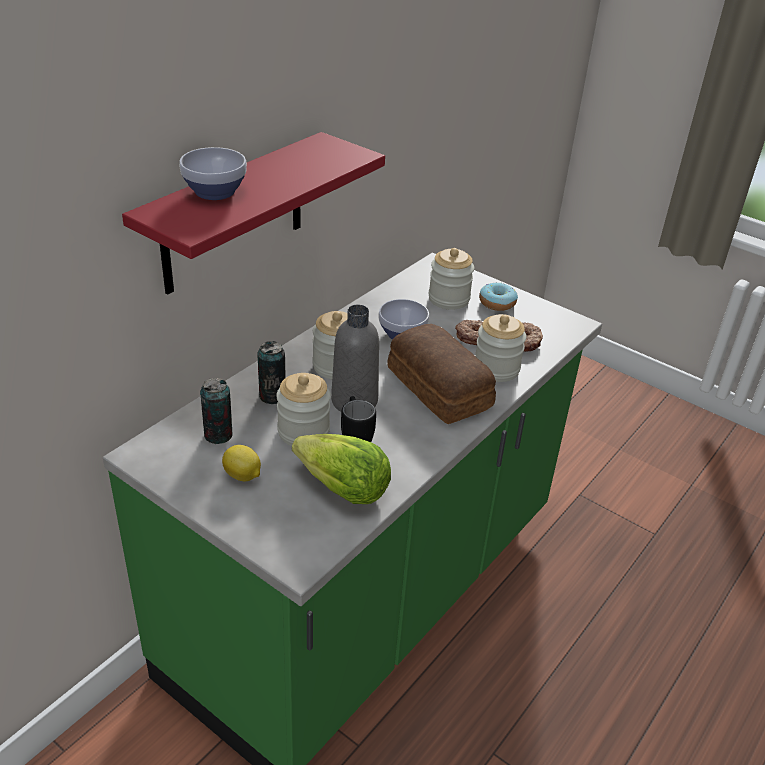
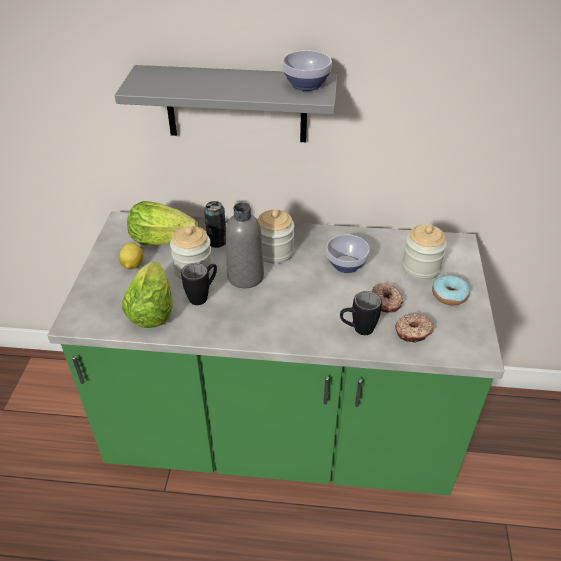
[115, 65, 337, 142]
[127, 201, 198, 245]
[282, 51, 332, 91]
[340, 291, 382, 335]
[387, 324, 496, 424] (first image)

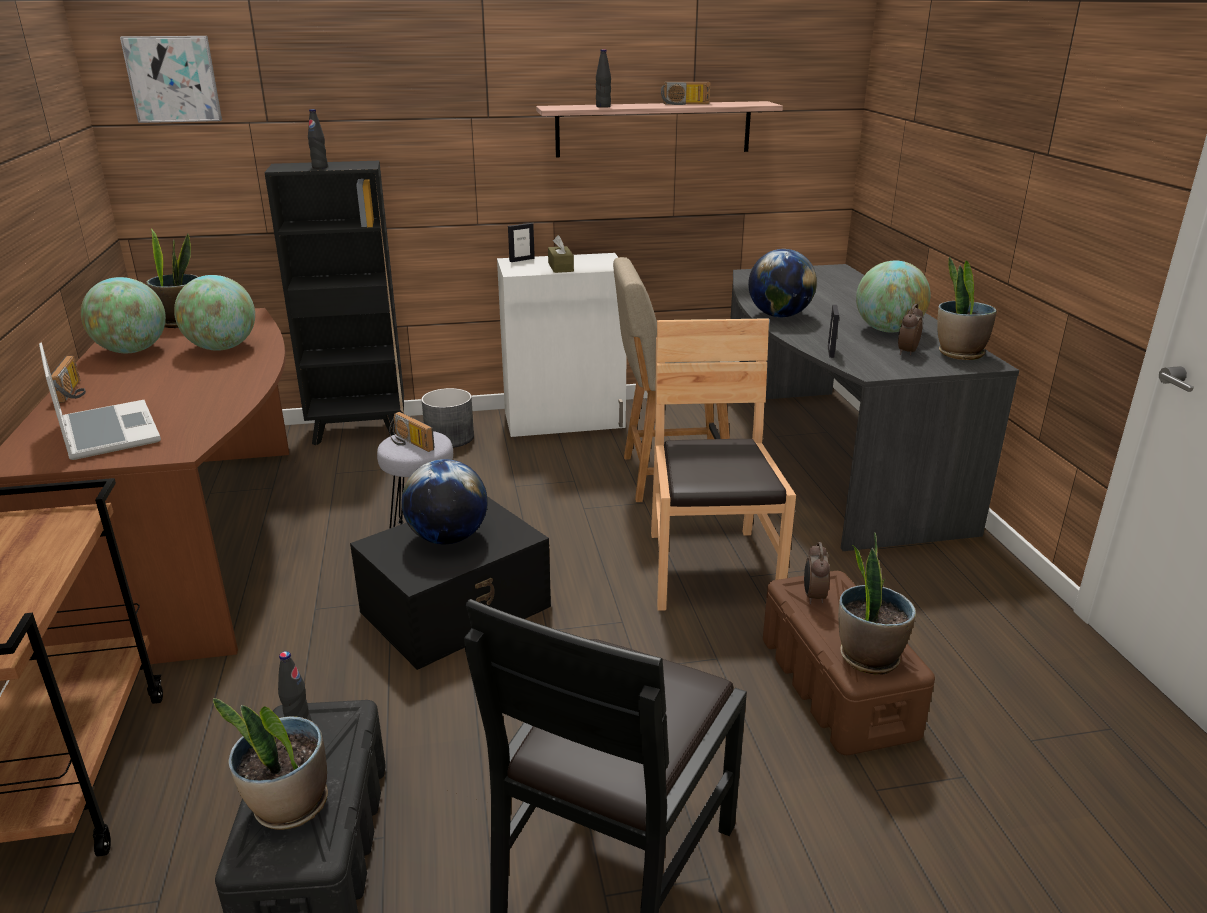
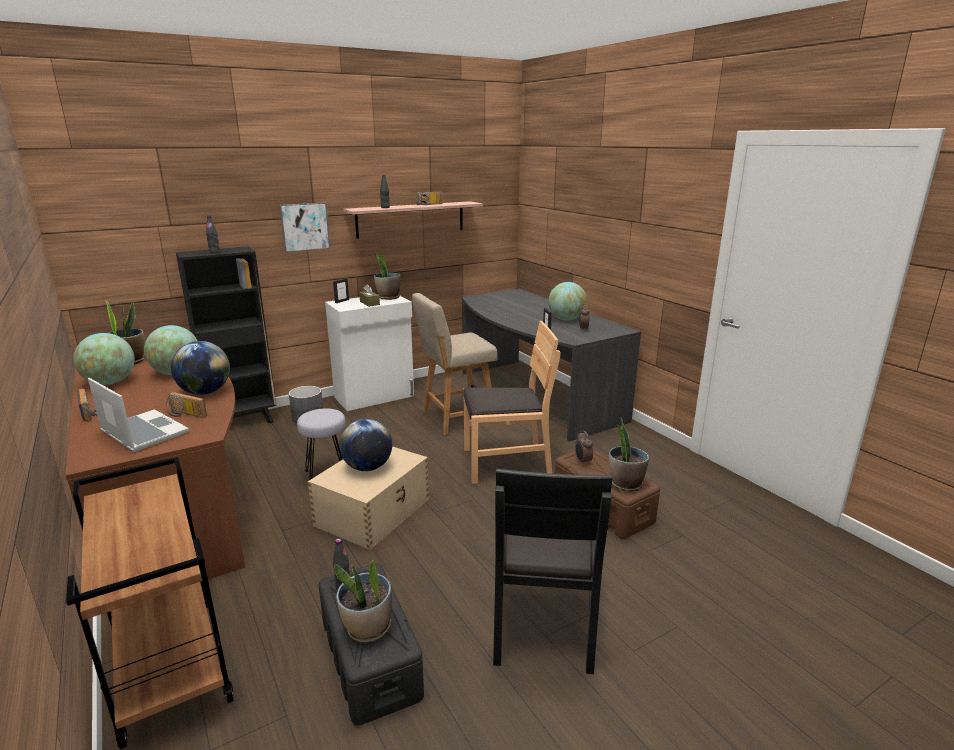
[166, 392, 207, 418]
[171, 341, 230, 395]
[279, 203, 330, 252]
[308, 447, 429, 550]
[374, 252, 401, 300]
[463, 321, 561, 484]

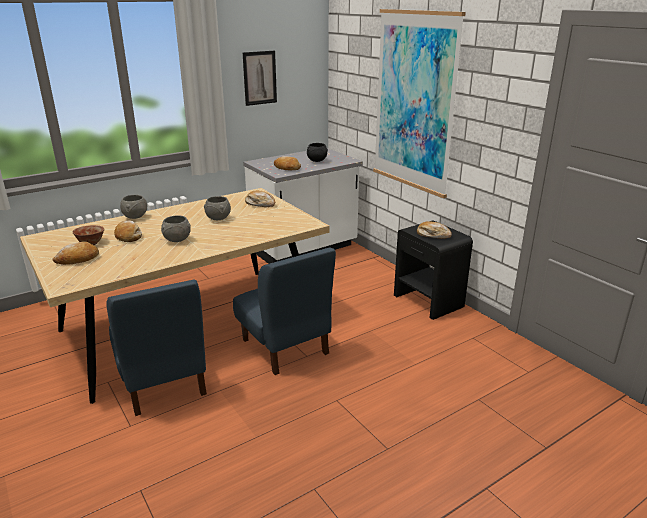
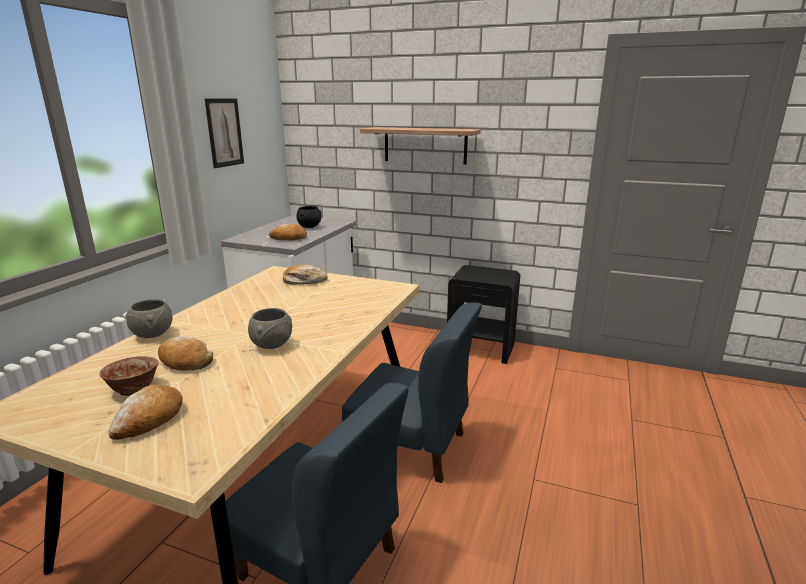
[360, 127, 481, 164]
[204, 196, 231, 220] (first image)
[417, 221, 452, 239] (first image)

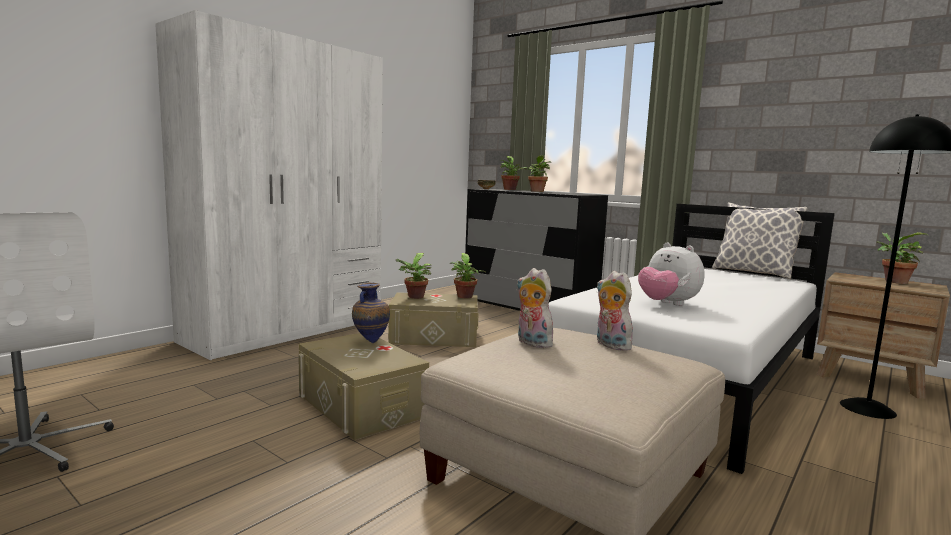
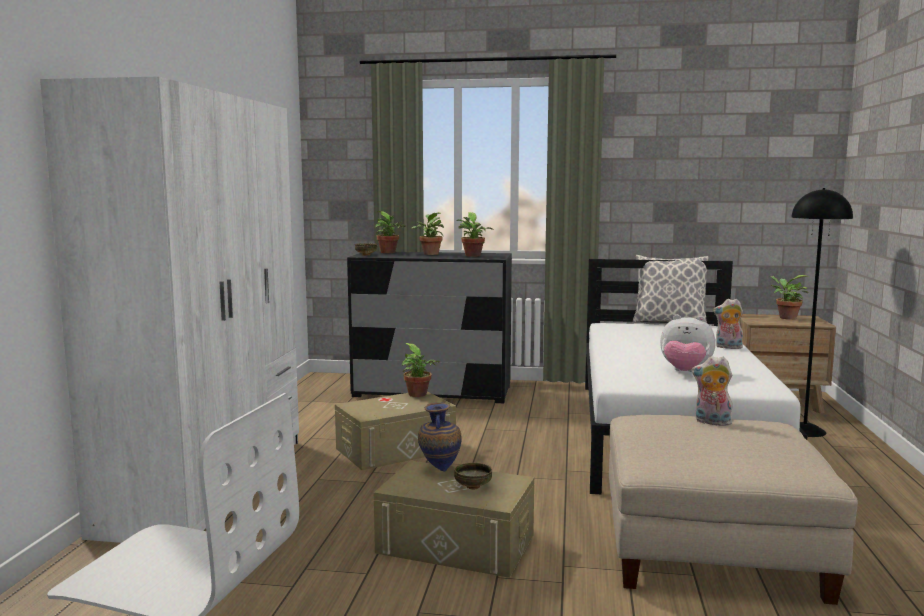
[454, 463, 492, 490]
[456, 212, 493, 257]
[713, 299, 743, 349]

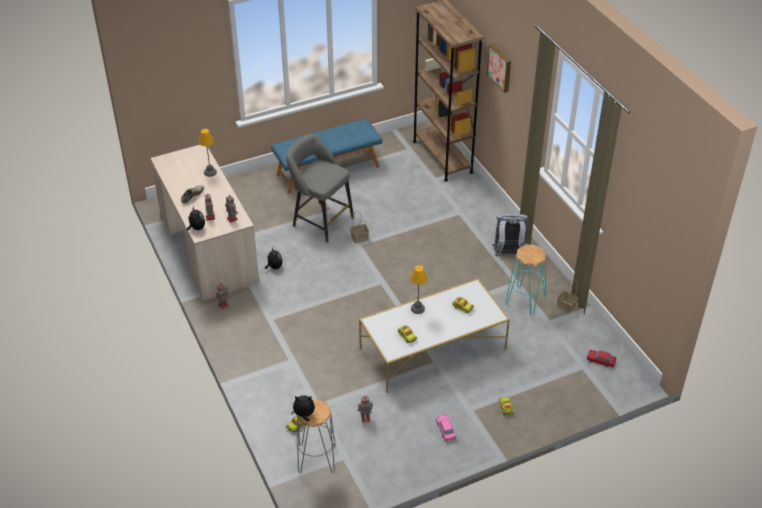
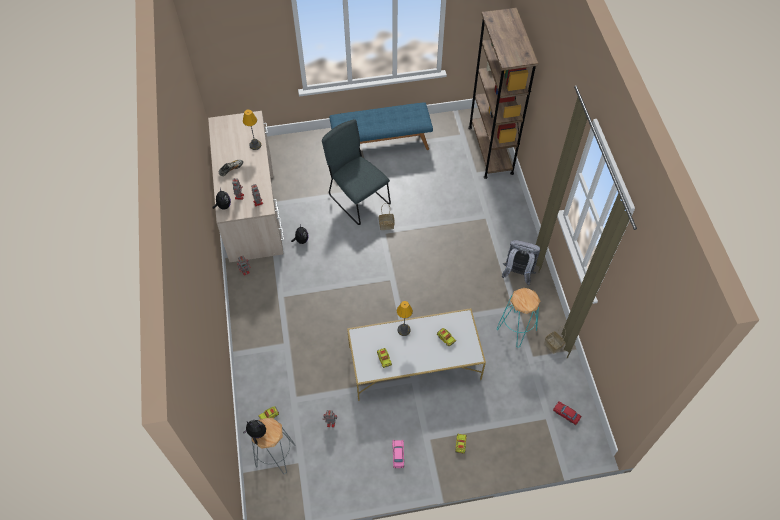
[322, 119, 391, 225]
[487, 43, 511, 93] (first image)

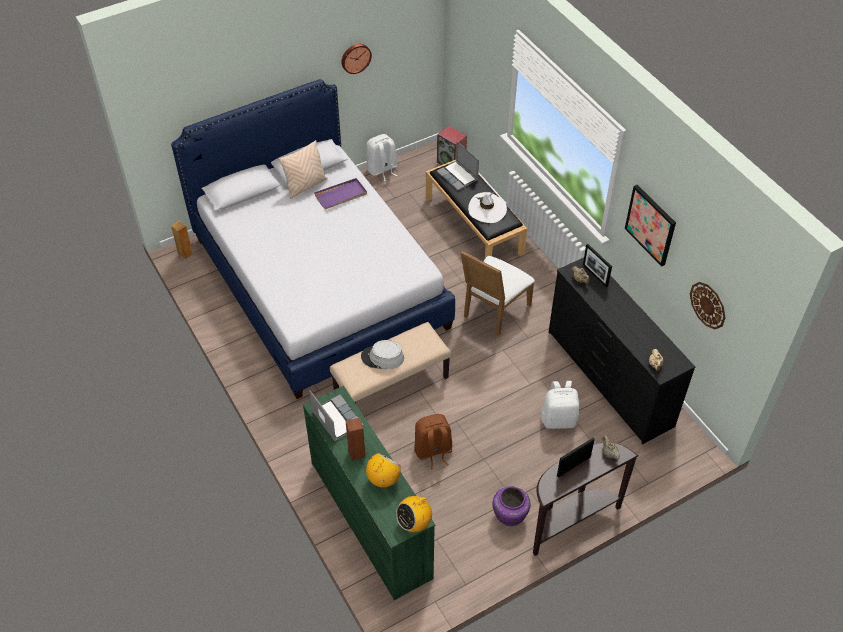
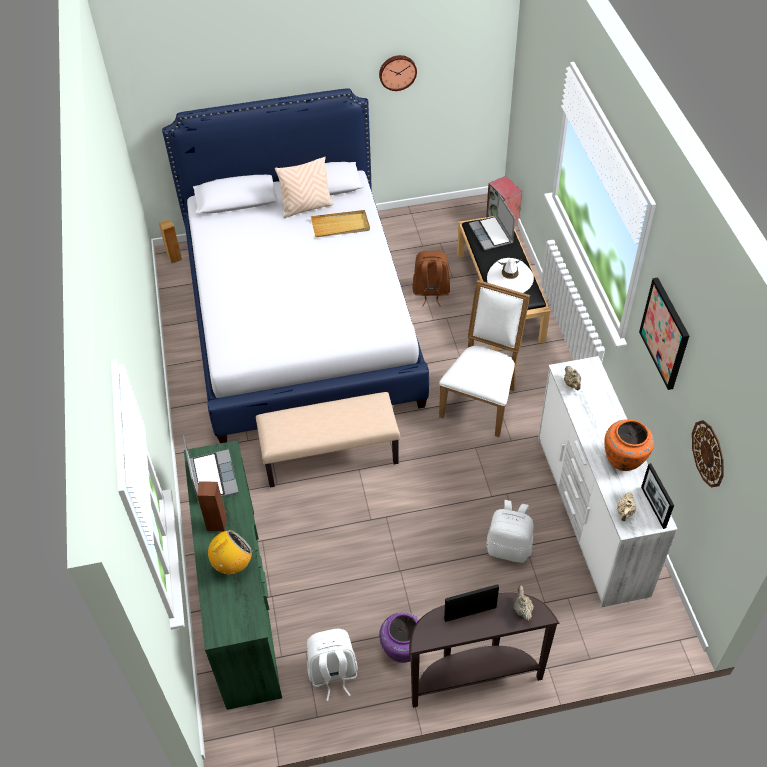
[307, 629, 358, 701]
[311, 210, 370, 237]
[412, 251, 450, 306]
[439, 280, 530, 437]
[538, 356, 677, 607]
[604, 420, 654, 471]
[641, 463, 674, 529]
[361, 340, 404, 369] (first image)
[396, 492, 432, 532] (first image)

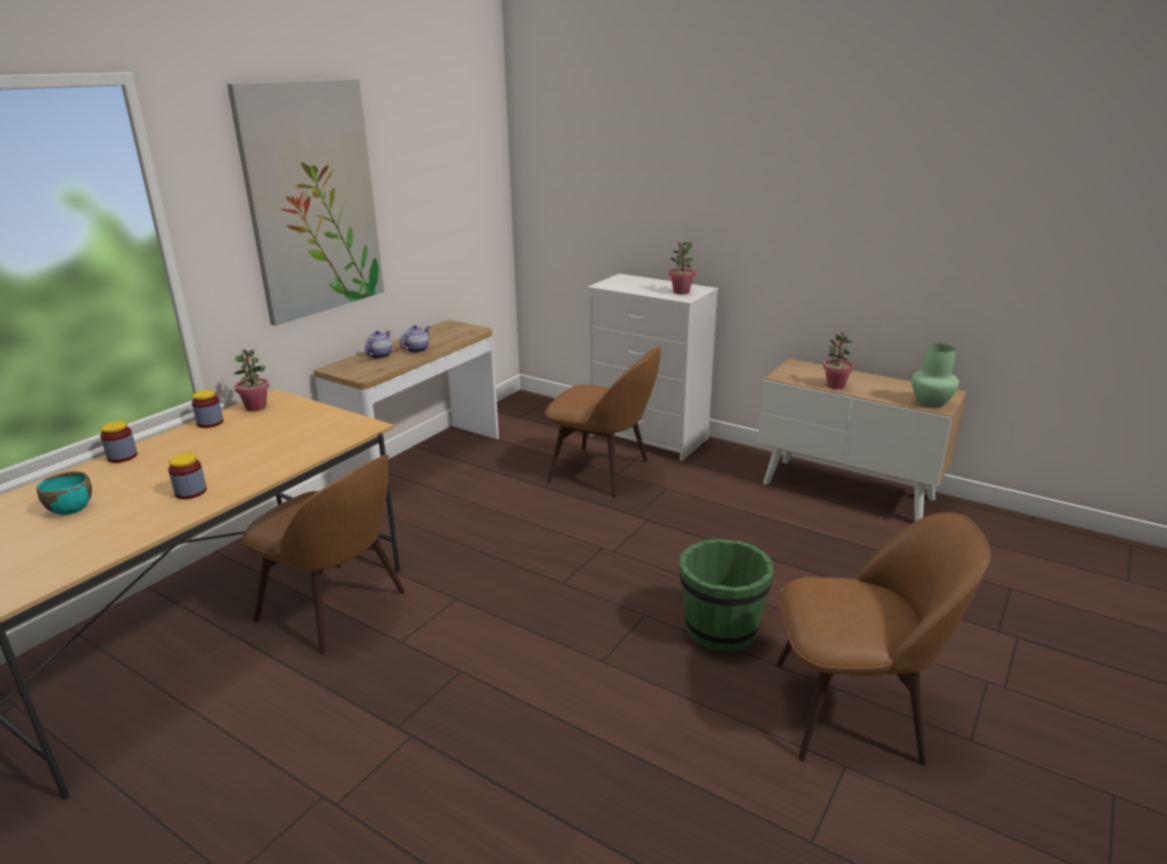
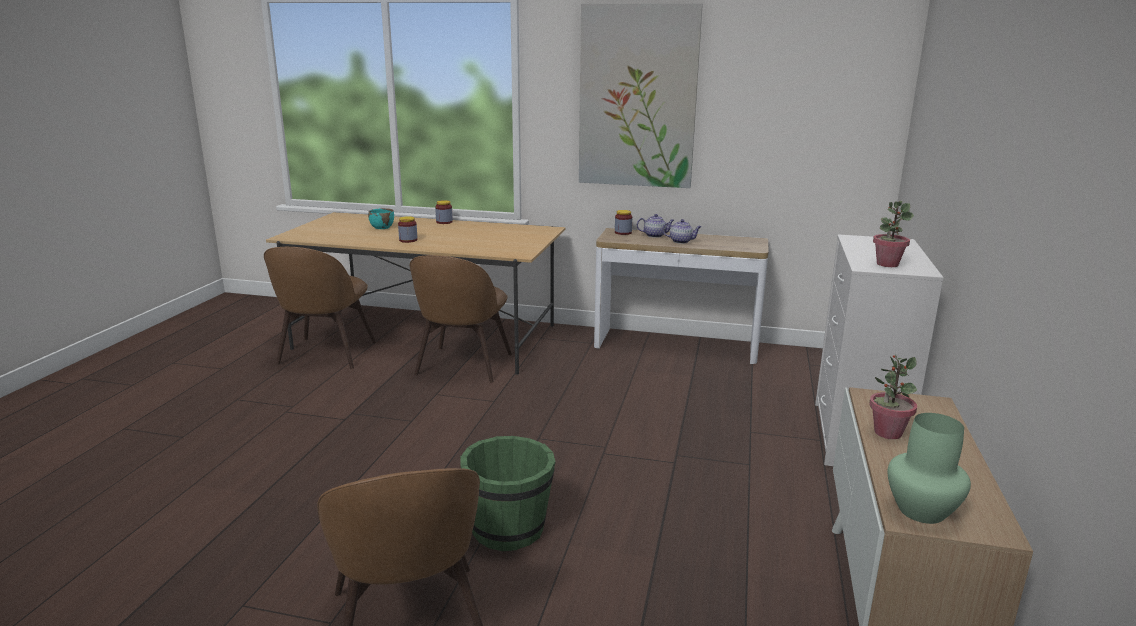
[264, 247, 376, 368]
[615, 210, 632, 235]
[234, 350, 269, 411] (first image)

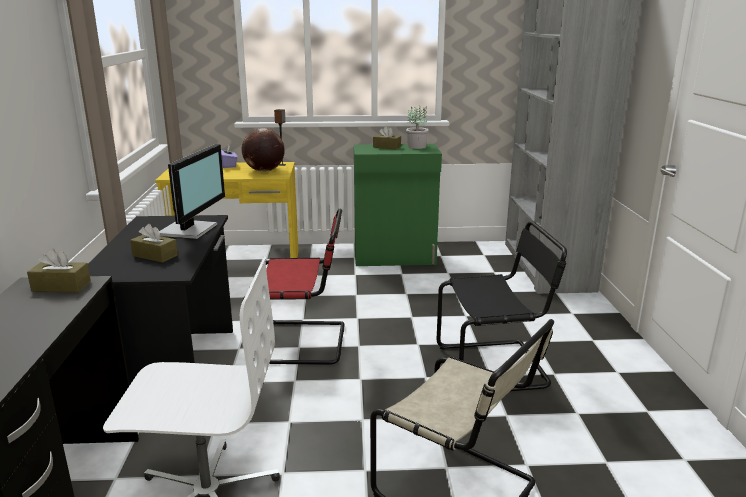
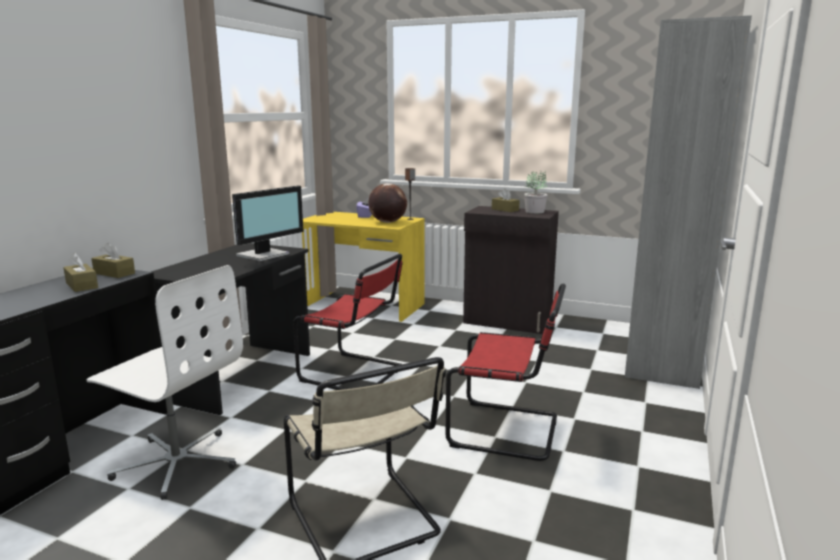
[63, 253, 98, 292]
[446, 283, 566, 461]
[463, 206, 559, 334]

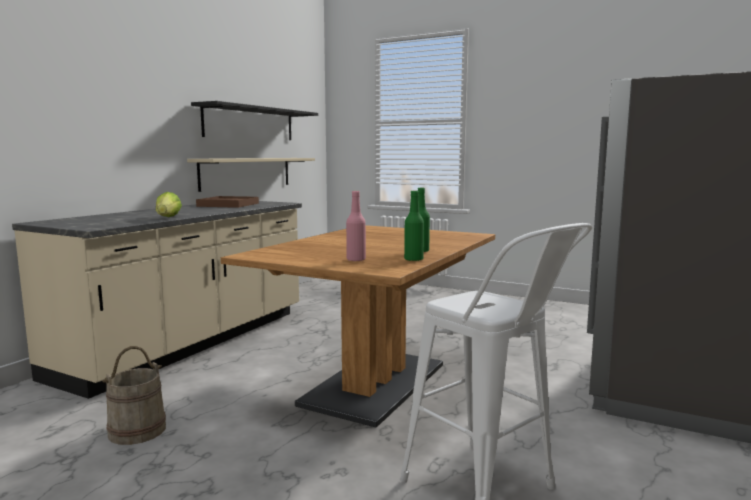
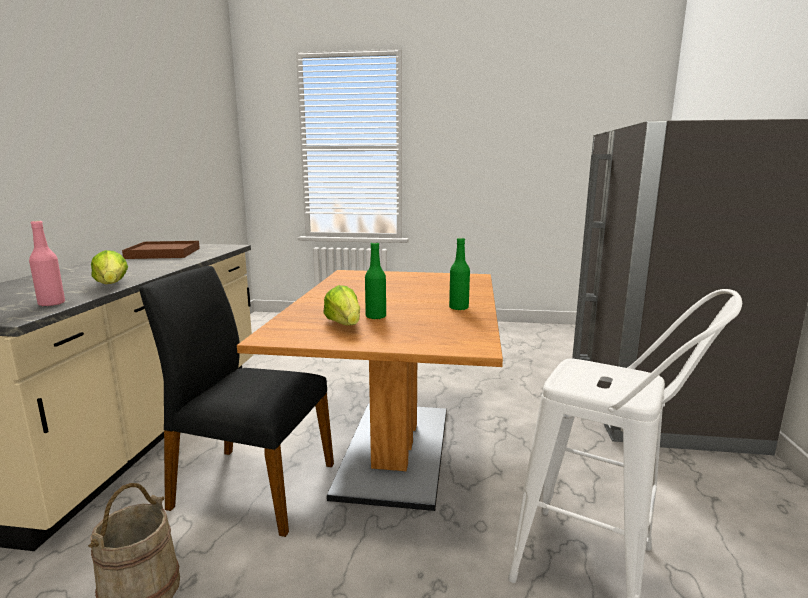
[29, 221, 65, 306]
[139, 266, 334, 537]
[324, 285, 360, 326]
[365, 242, 386, 319]
[187, 158, 315, 192] (first image)
[191, 101, 318, 140] (first image)

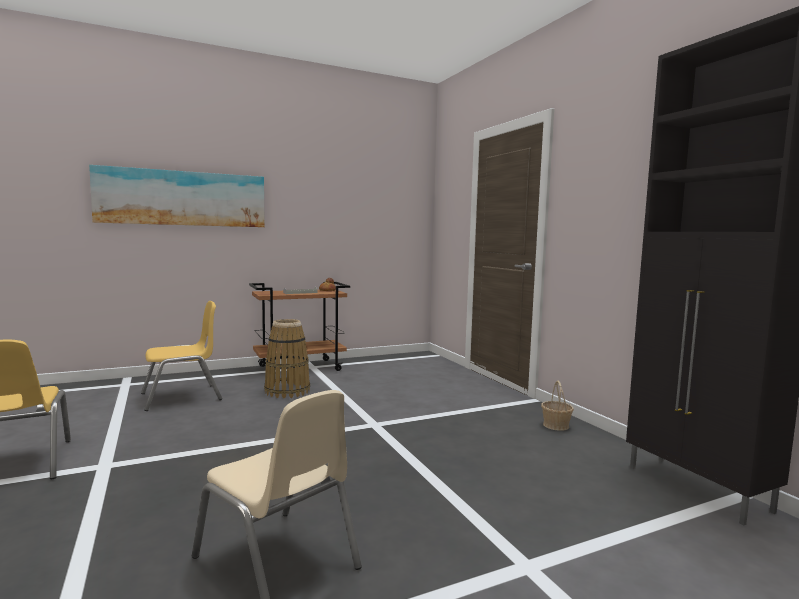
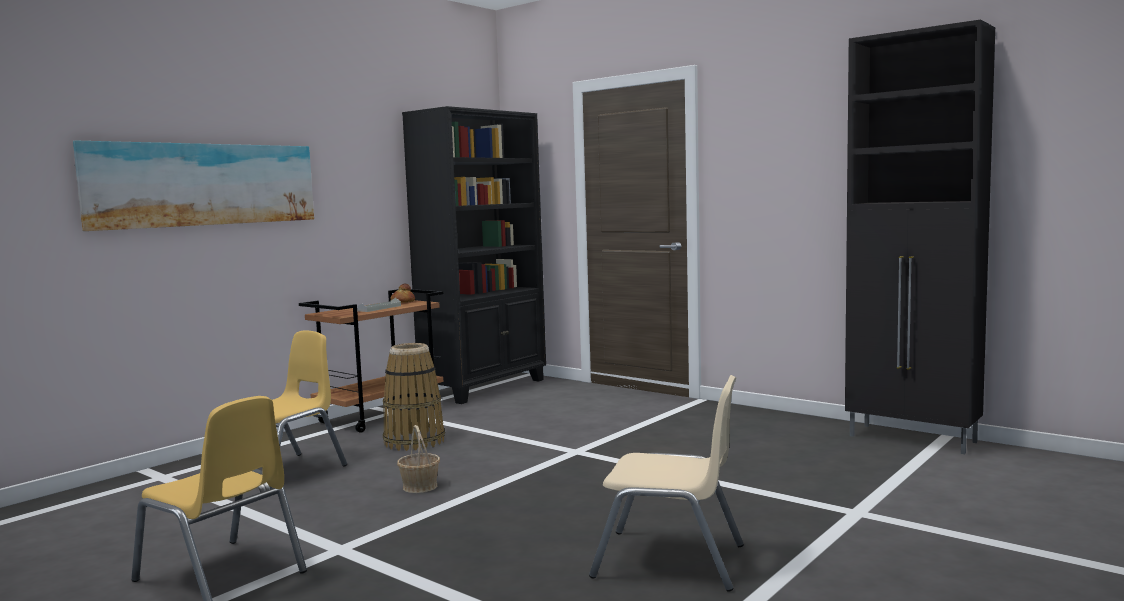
[397, 425, 440, 493]
[402, 106, 546, 404]

